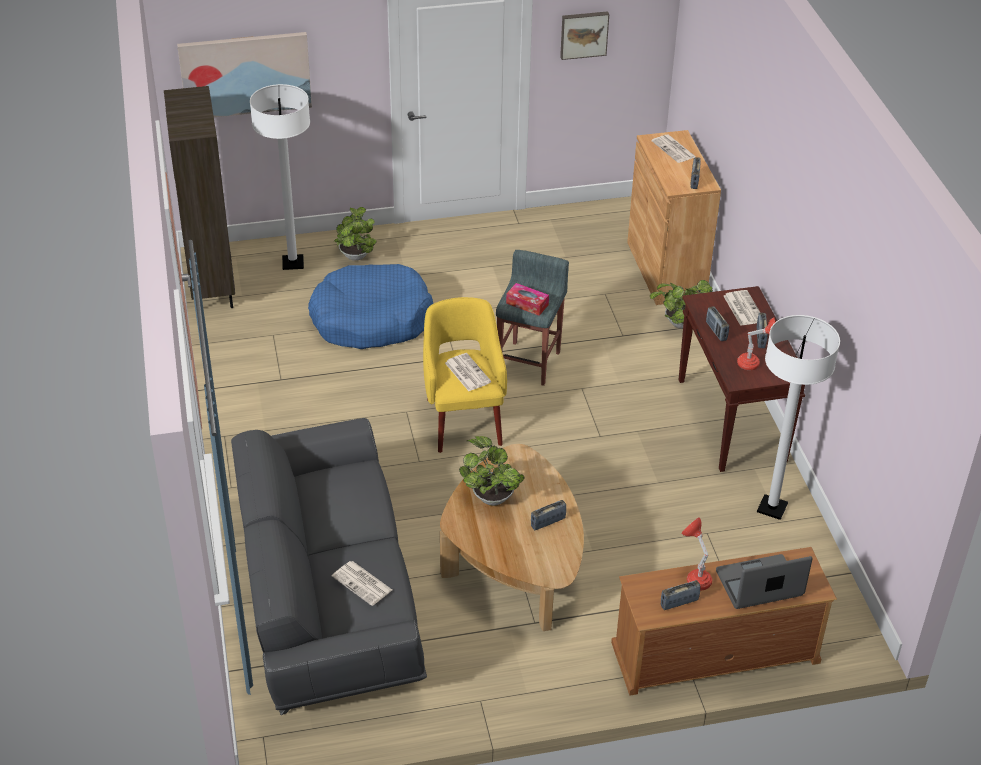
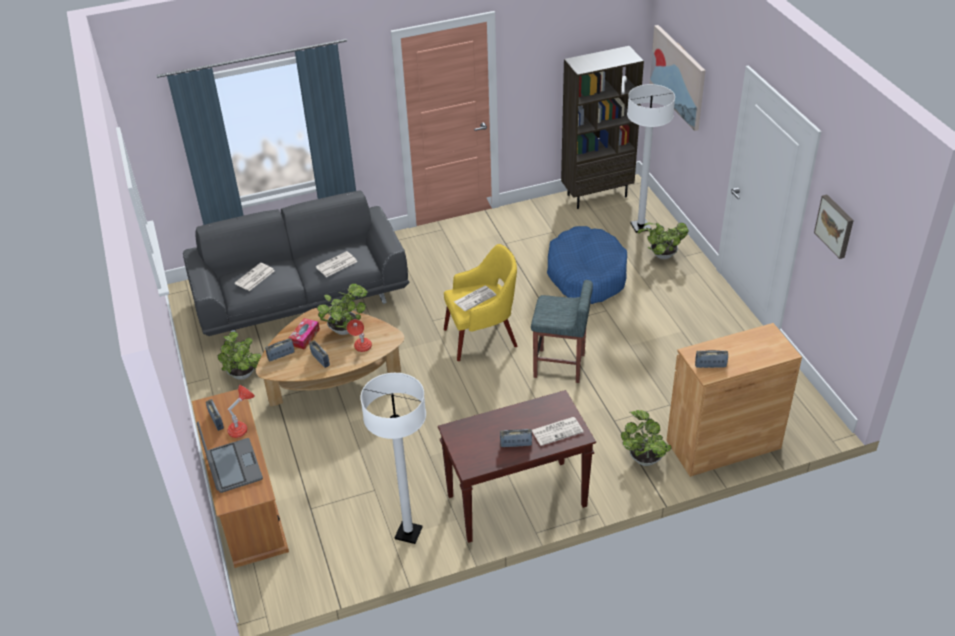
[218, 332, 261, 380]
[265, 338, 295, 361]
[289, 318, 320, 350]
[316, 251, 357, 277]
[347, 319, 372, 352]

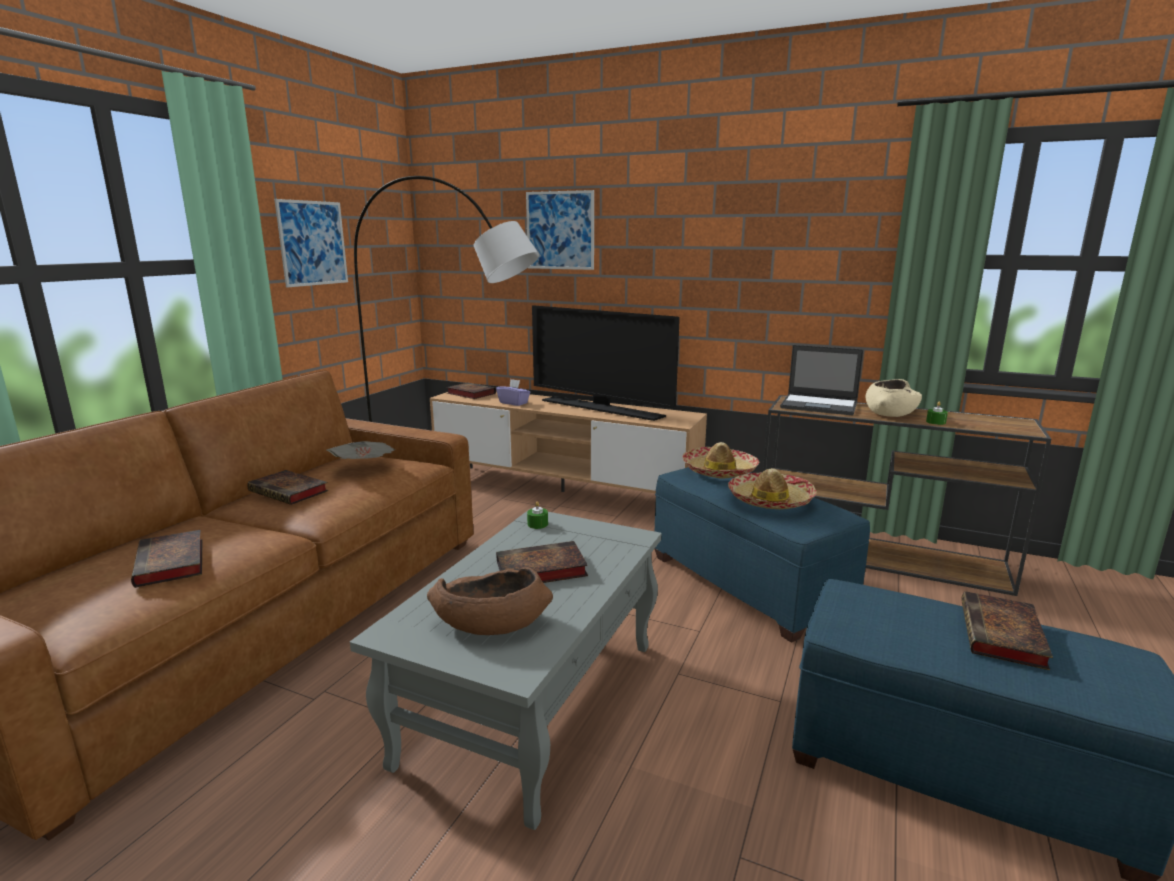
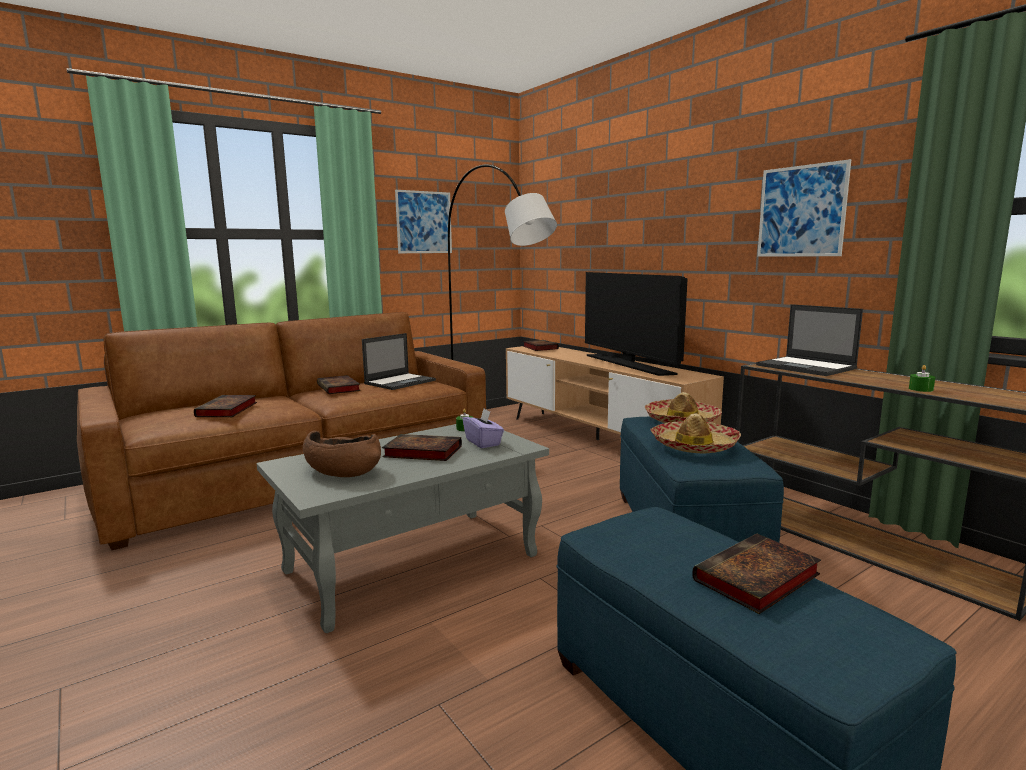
[362, 333, 436, 390]
[463, 409, 504, 448]
[757, 159, 852, 257]
[865, 379, 922, 417] (first image)

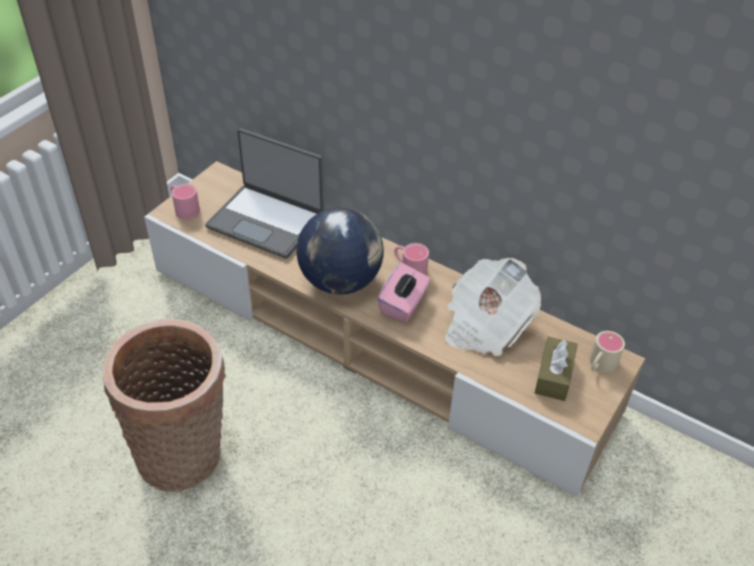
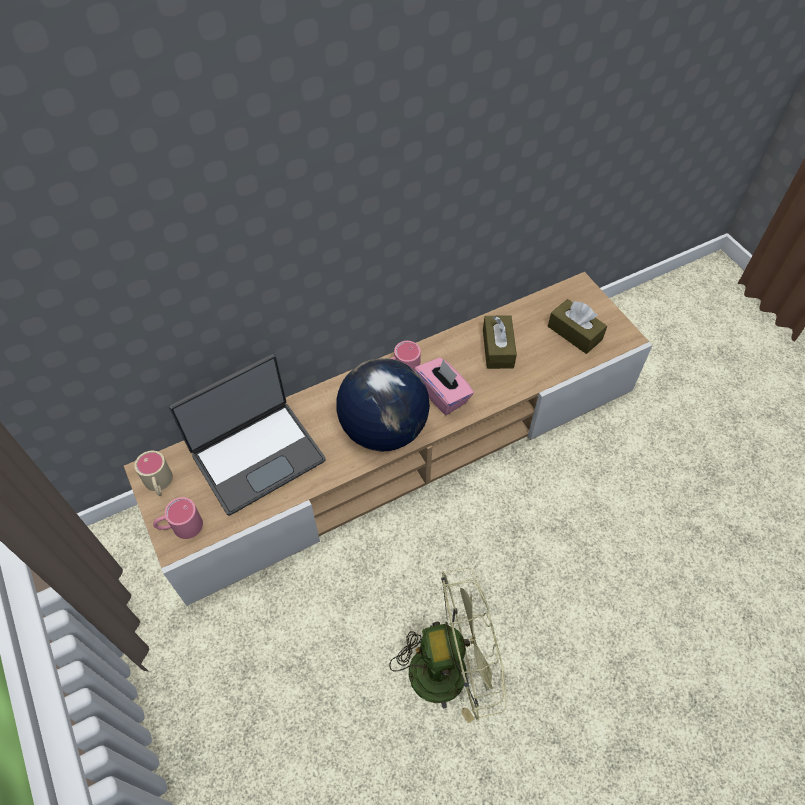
[134, 451, 173, 496]
[389, 567, 507, 724]
[483, 315, 517, 369]

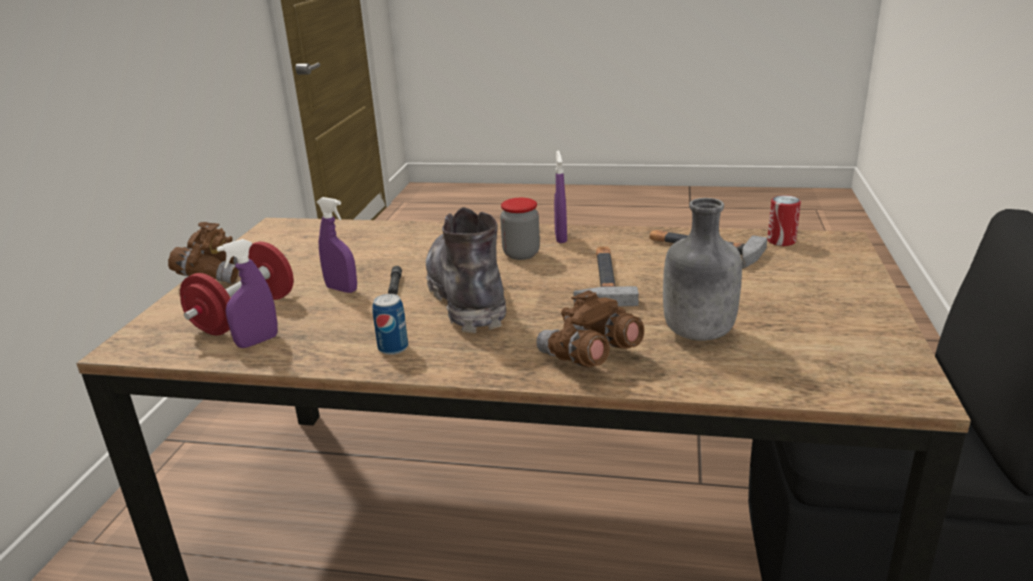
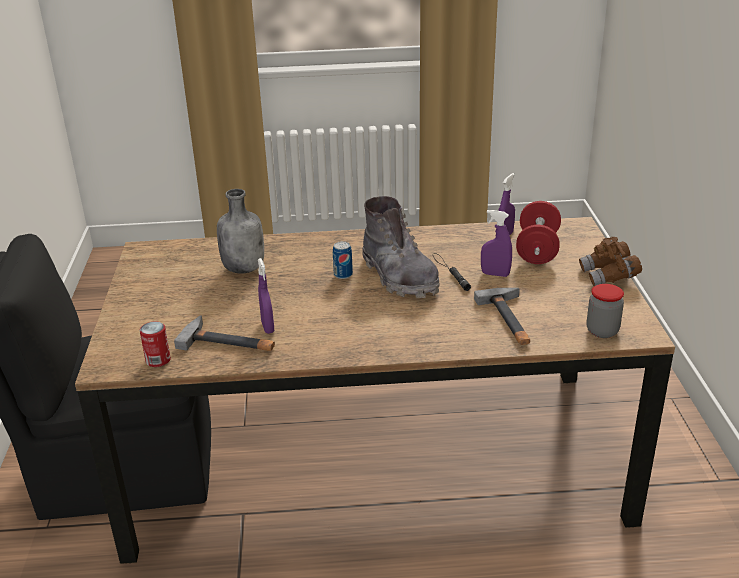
[258, 258, 274, 334]
[333, 241, 353, 279]
[474, 288, 530, 345]
[587, 284, 624, 338]
[536, 290, 644, 367] (first image)

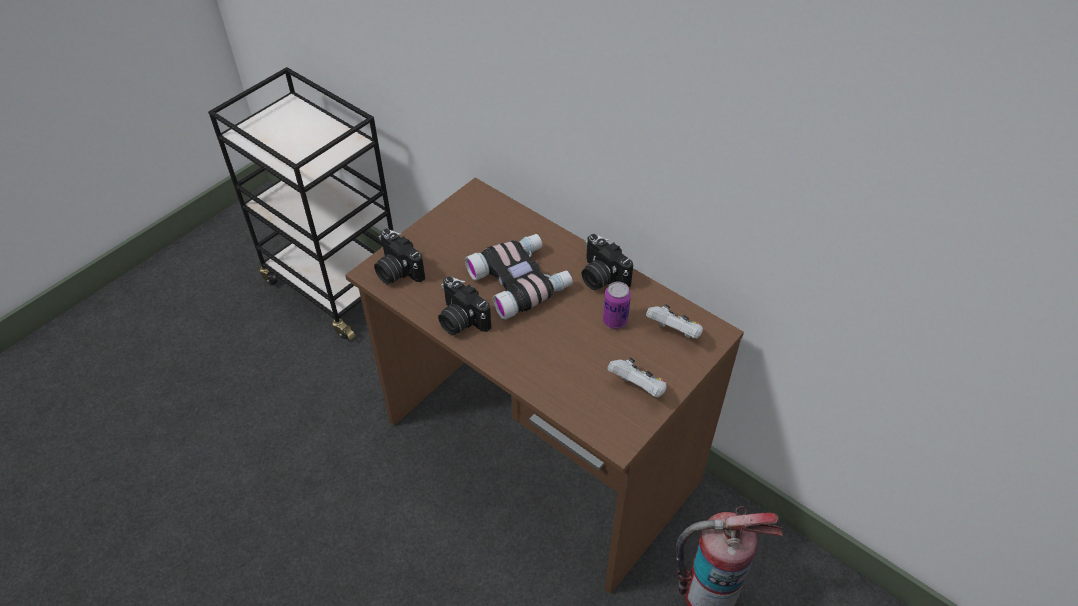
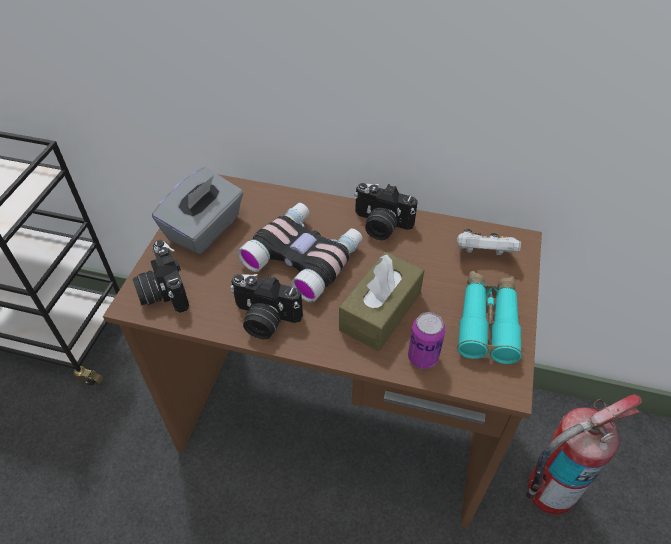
[132, 240, 189, 313]
[152, 167, 244, 254]
[339, 252, 424, 351]
[408, 312, 445, 369]
[457, 271, 522, 364]

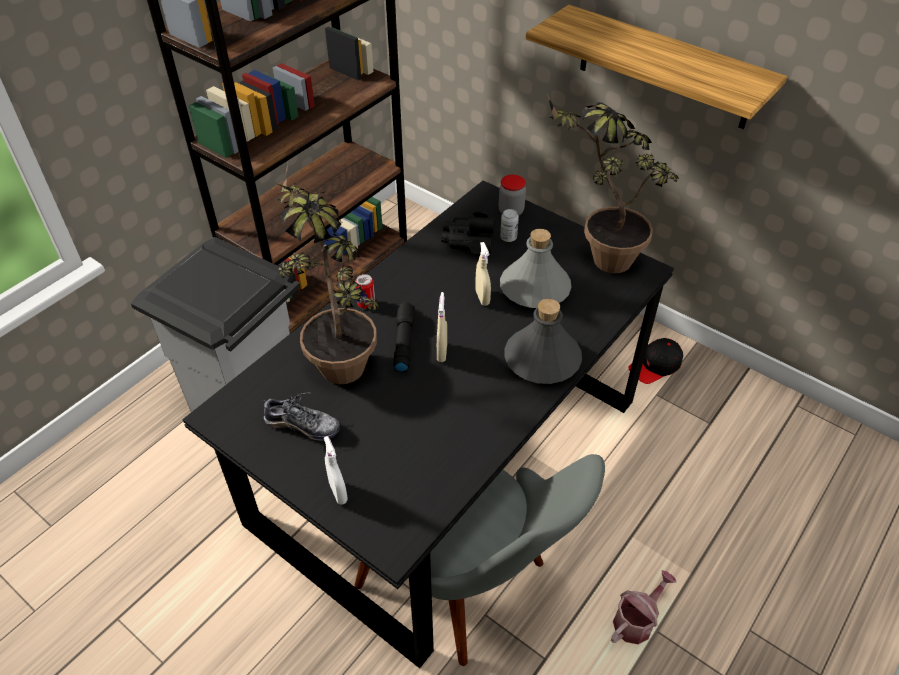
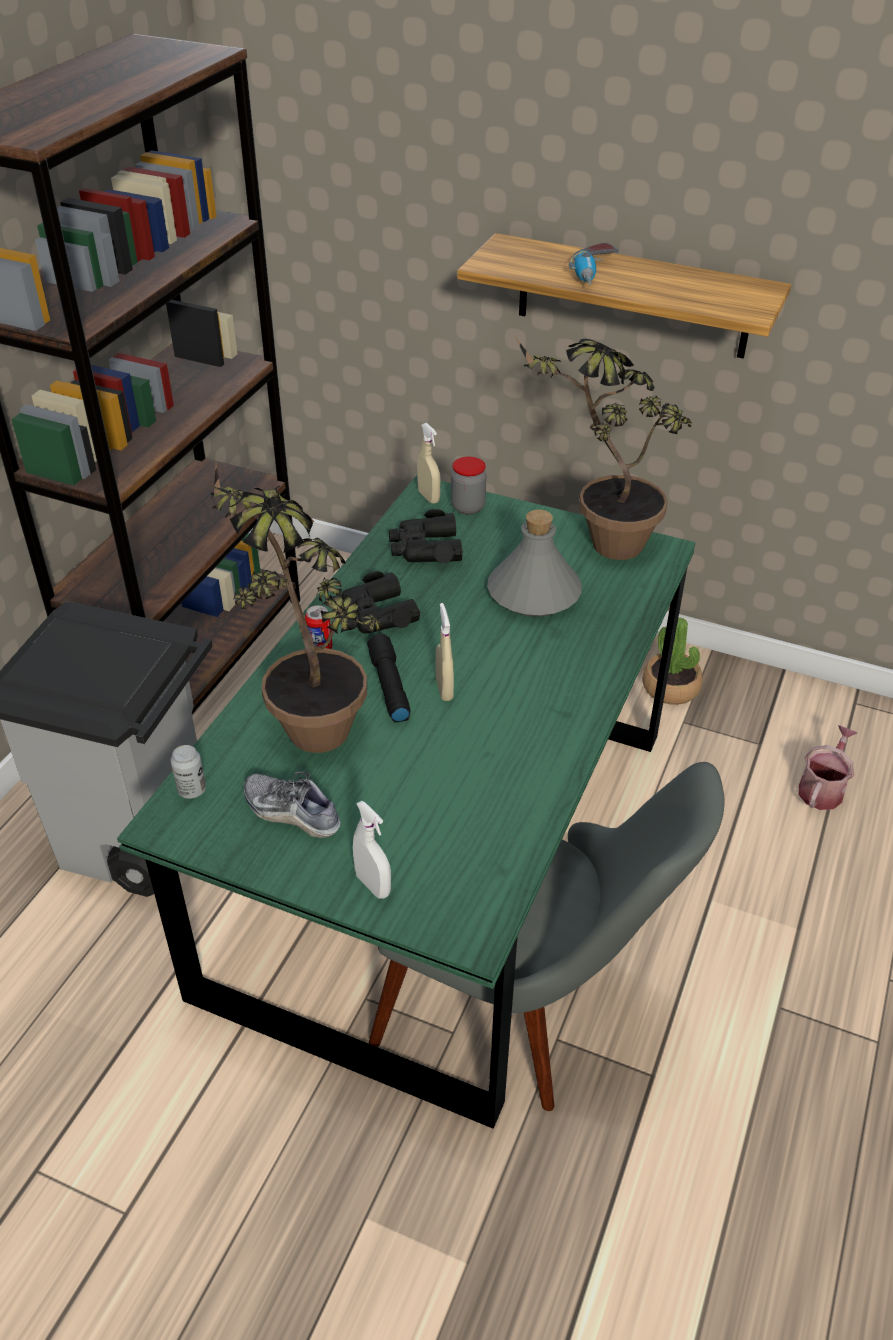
[117, 475, 696, 1128]
[171, 745, 206, 799]
[244, 771, 341, 838]
[332, 571, 421, 634]
[417, 423, 441, 504]
[569, 243, 619, 285]
[642, 617, 703, 705]
[799, 725, 857, 810]
[505, 299, 582, 384] (first image)

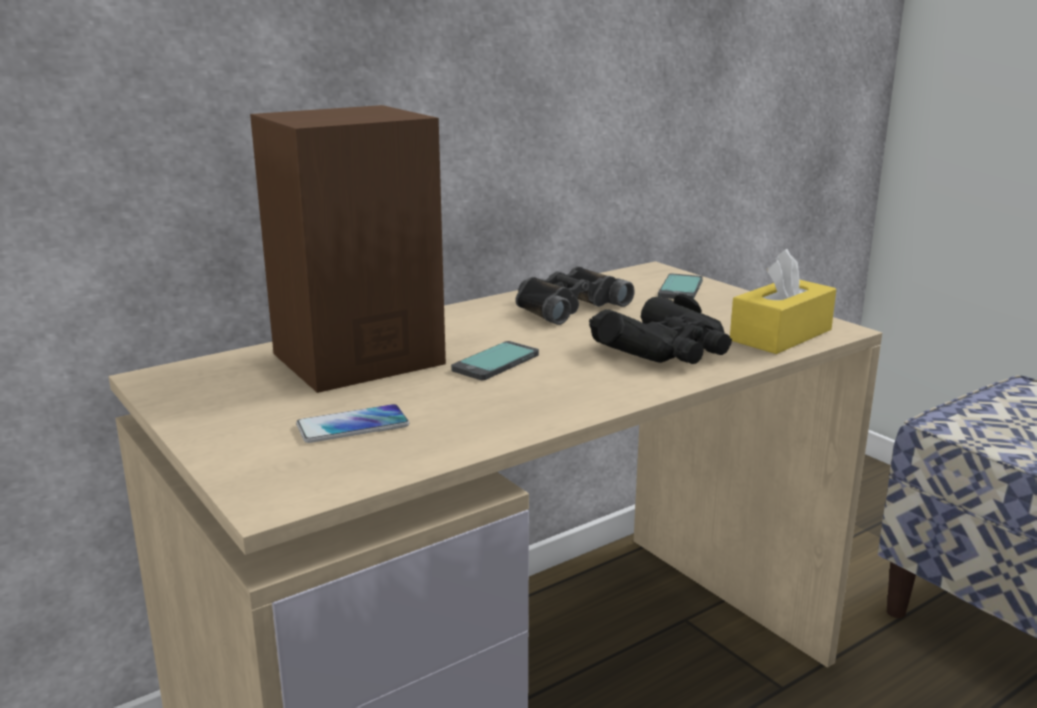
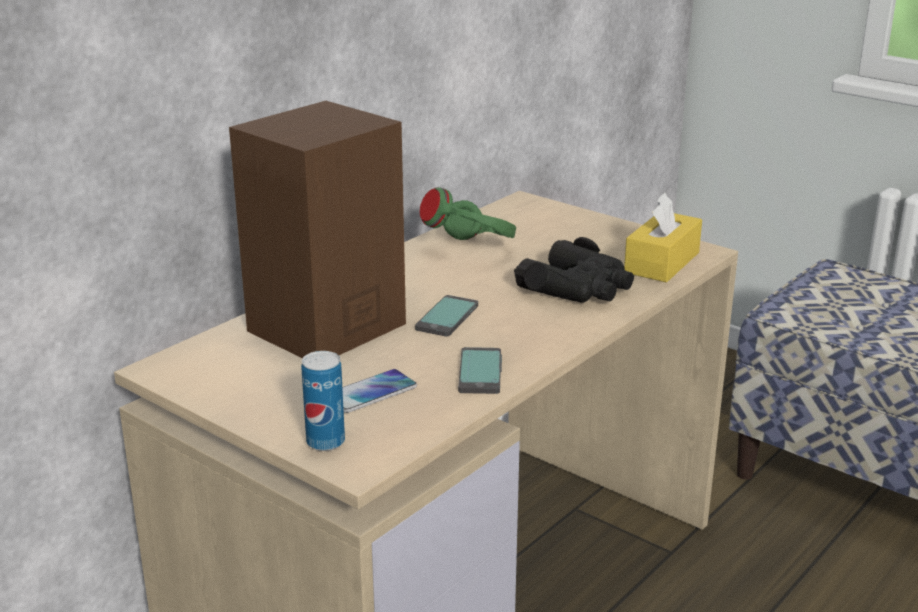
[301, 351, 345, 451]
[420, 187, 516, 240]
[458, 347, 502, 394]

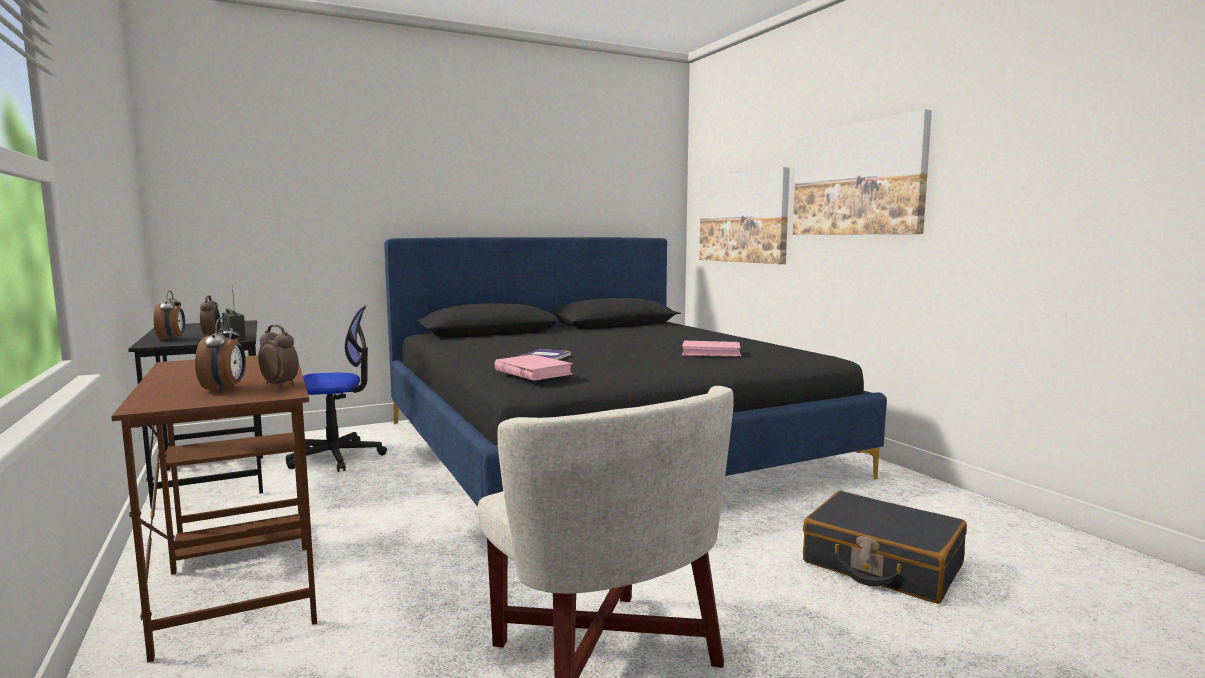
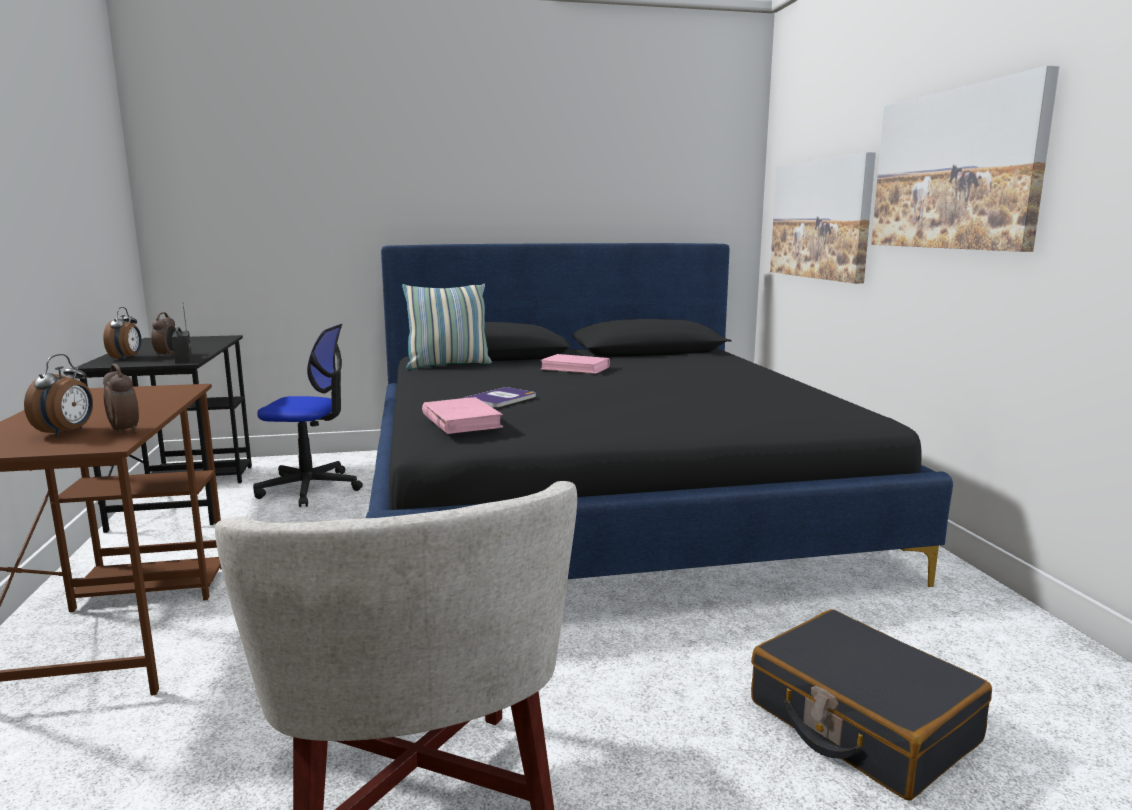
[402, 284, 492, 369]
[540, 354, 610, 374]

